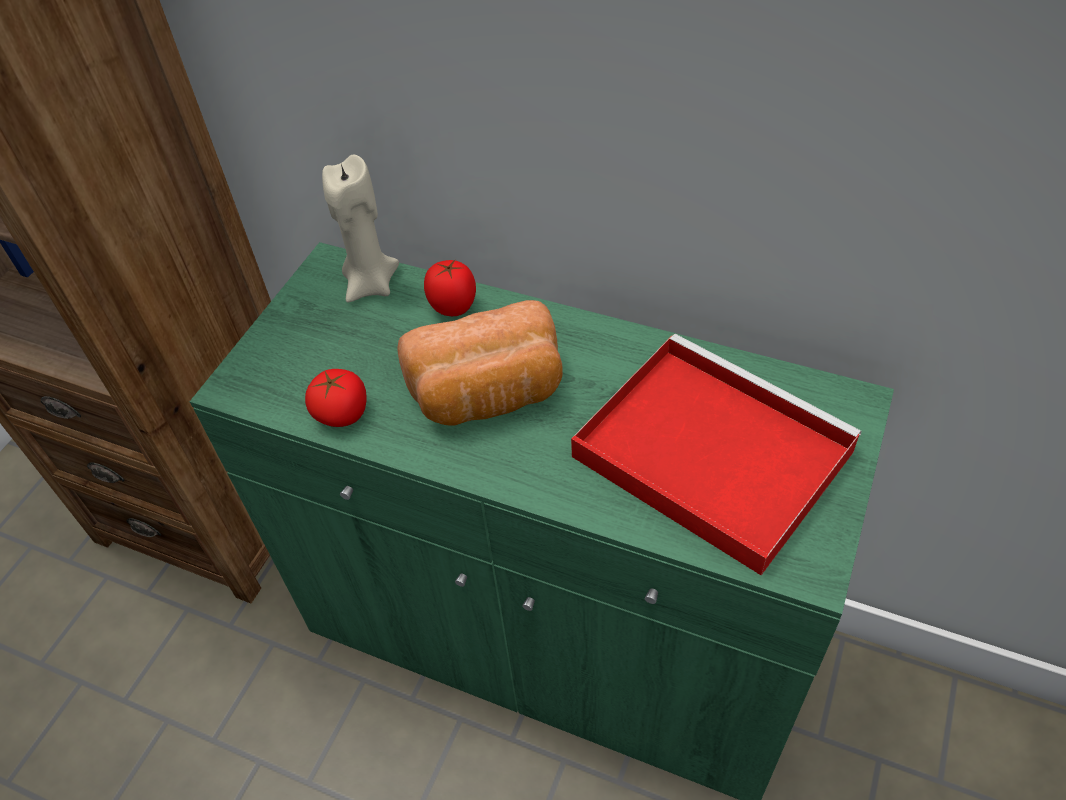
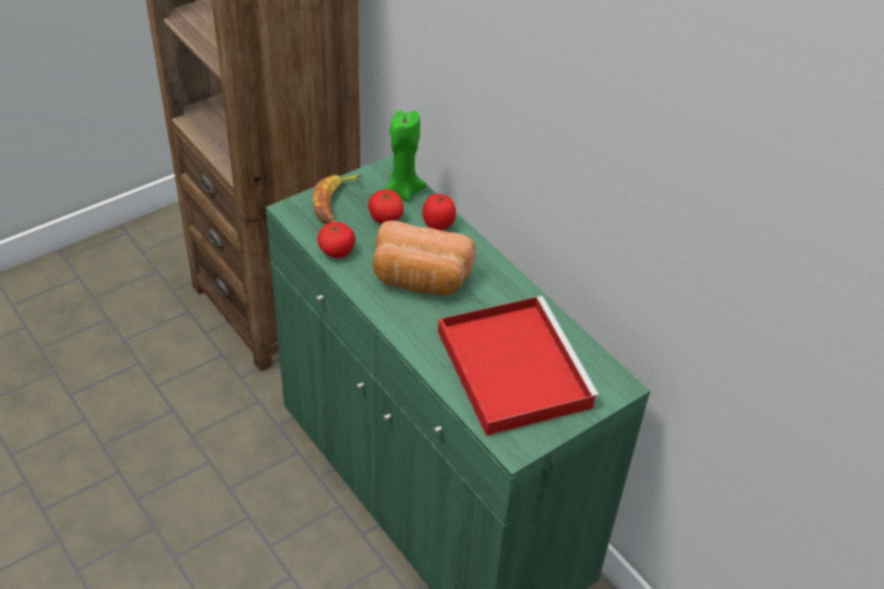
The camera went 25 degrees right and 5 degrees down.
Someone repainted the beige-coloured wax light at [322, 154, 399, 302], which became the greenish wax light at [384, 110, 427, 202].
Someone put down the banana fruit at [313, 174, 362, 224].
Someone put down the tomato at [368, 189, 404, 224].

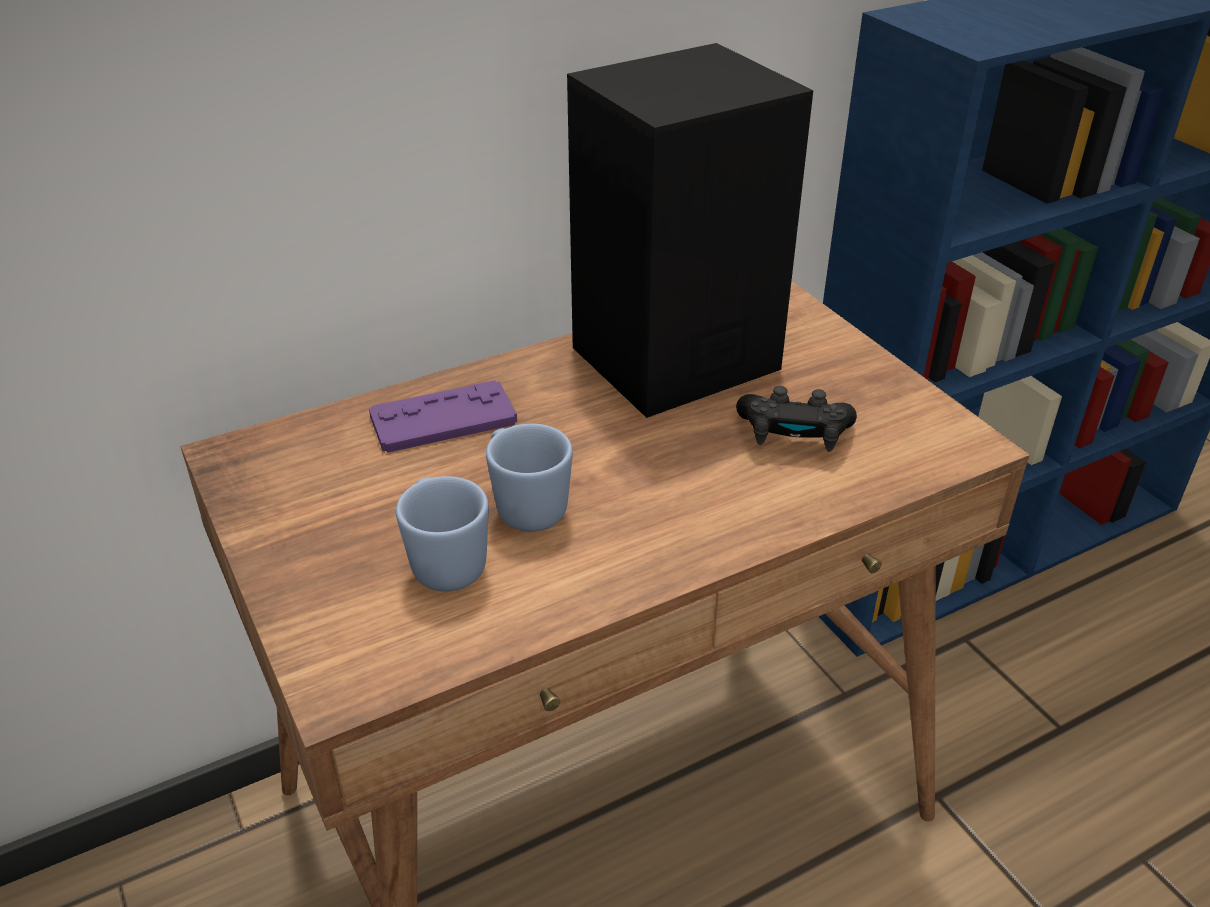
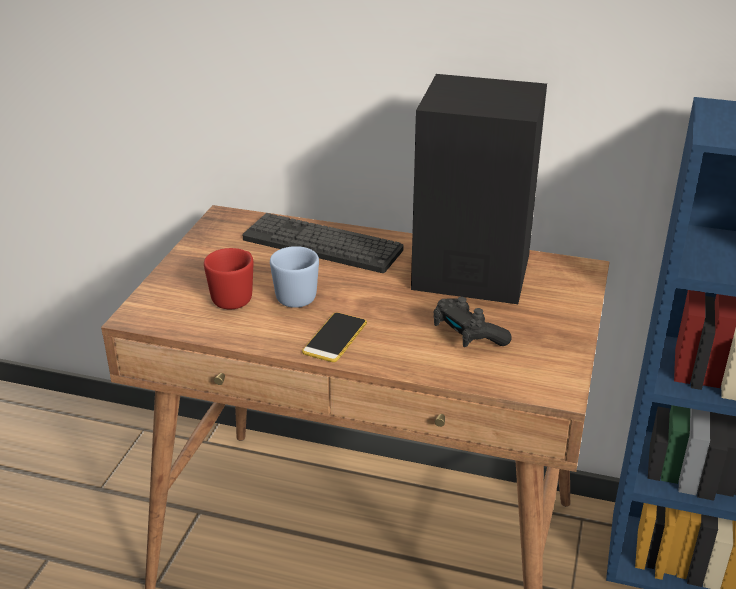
The camera went 45 degrees right and 5 degrees down.
Someone swapped the purple-coloured joypad at [369, 380, 517, 453] for the computer keyboard at [242, 213, 403, 273].
Someone repainted the blue coffee mug at [396, 476, 489, 592], which became the red coffee mug at [204, 248, 253, 309].
Someone put down the phone at [302, 312, 367, 362].

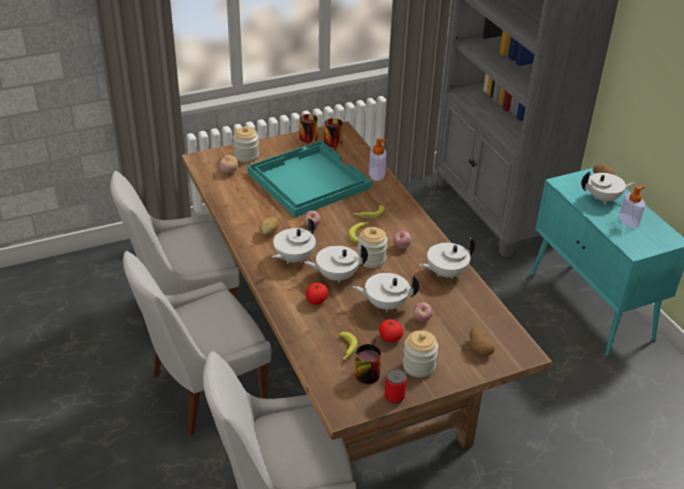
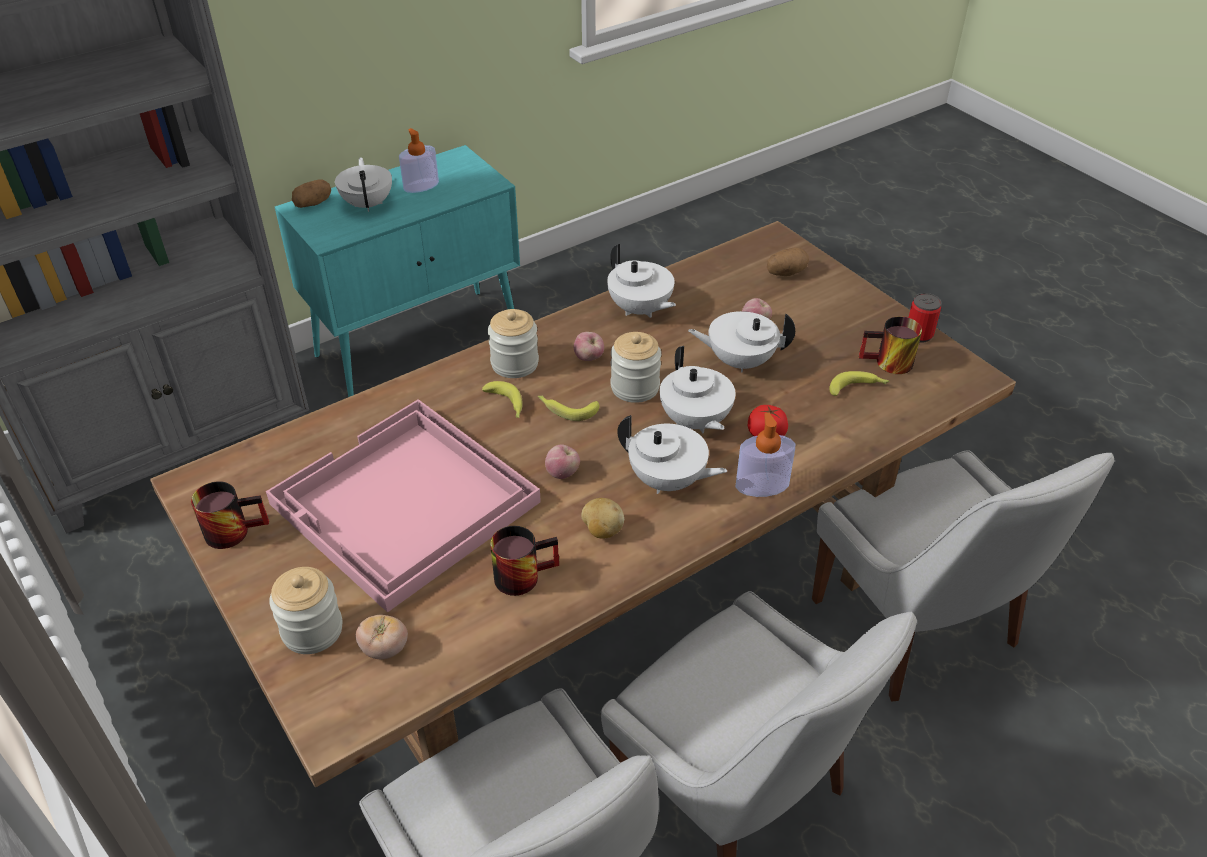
The camera went 100 degrees left and 5 degrees up.
Someone repainted the turquoise-coloured serving tray at [247, 141, 372, 217], which became the pink-coloured serving tray at [266, 399, 541, 613].
Someone carried the coffee mug from [324, 118, 343, 150] to [490, 526, 559, 596].
Someone rotated the white pot for tea at [352, 273, 419, 312] by 105 degrees clockwise.
Someone carried the liquid soap bottle from [369, 139, 387, 181] to [736, 413, 795, 497].
Someone took away the tomato at [379, 319, 403, 343].
Someone carried the jar from [403, 330, 438, 378] to [488, 309, 539, 378].

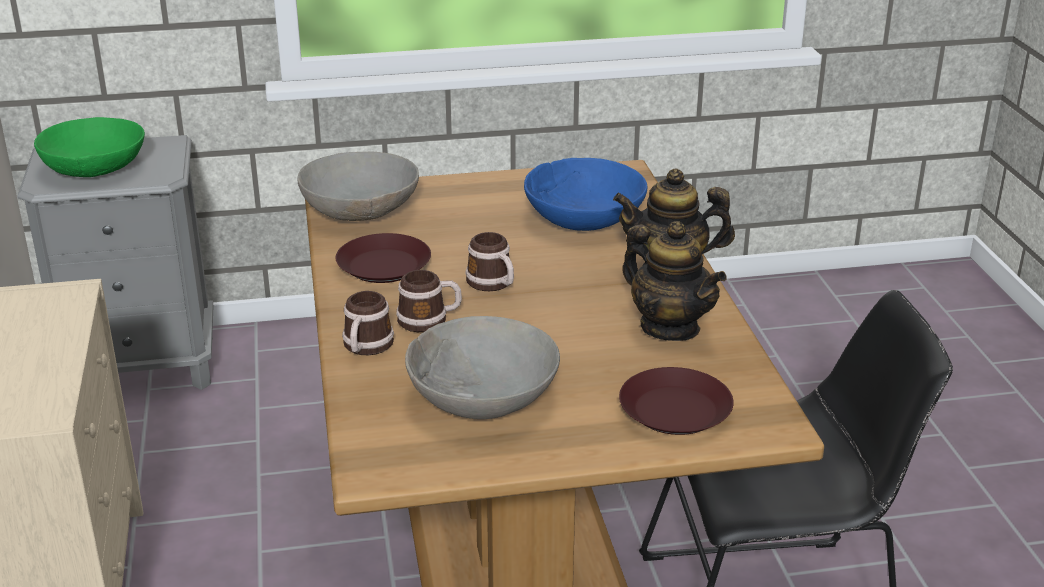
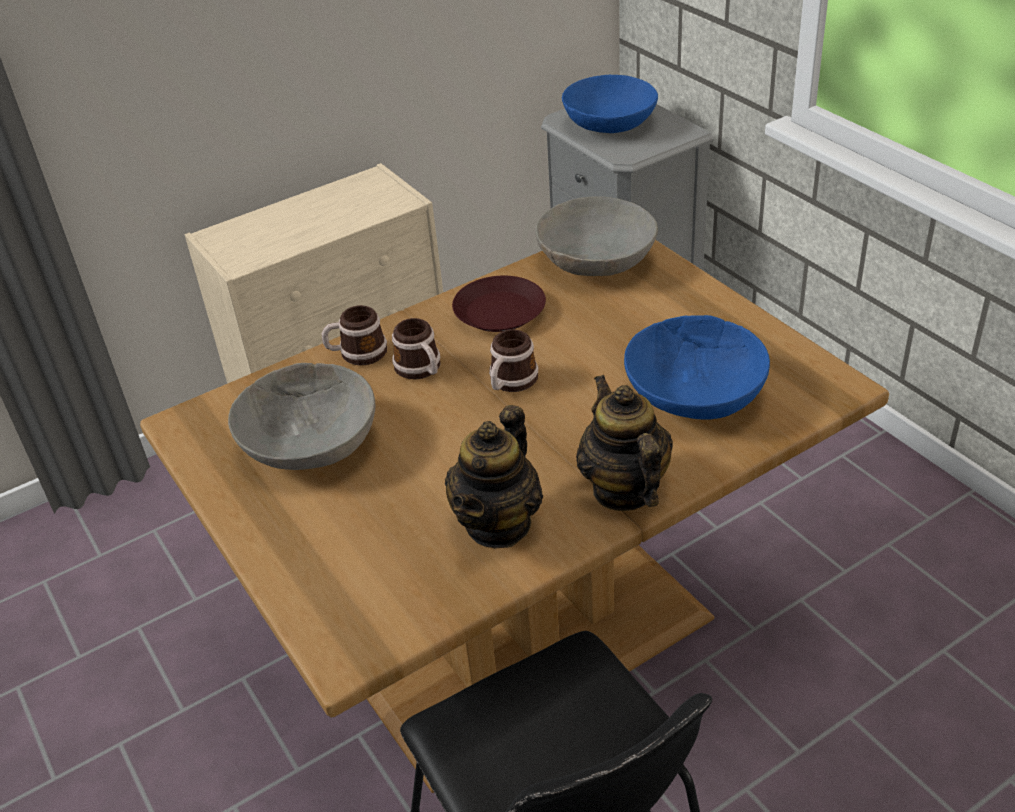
The camera went 70 degrees right and 10 degrees up.
Someone repainted the greenish bowl at [34, 117, 145, 177], which became the blue bowl at [562, 75, 658, 133].
Someone took away the brown dinner plate at [619, 367, 734, 435].

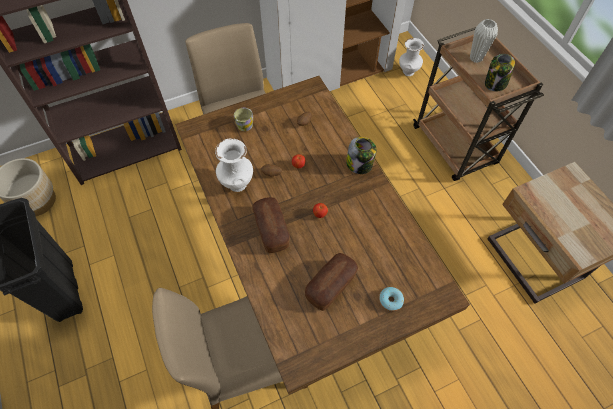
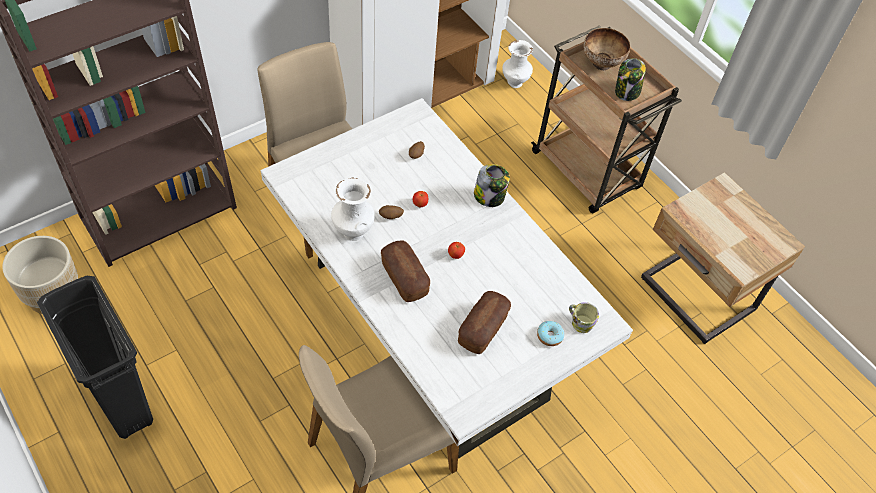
The camera went 15 degrees left and 5 degrees down.
Someone repainted the brown dinner table at [175, 76, 470, 395], which became the white dinner table at [261, 98, 633, 459].
Someone carried the coffee mug from [234, 108, 253, 131] to [569, 302, 599, 333].
Someone swapped the white flower vase at [470, 19, 498, 63] for the bowl at [583, 28, 630, 70].

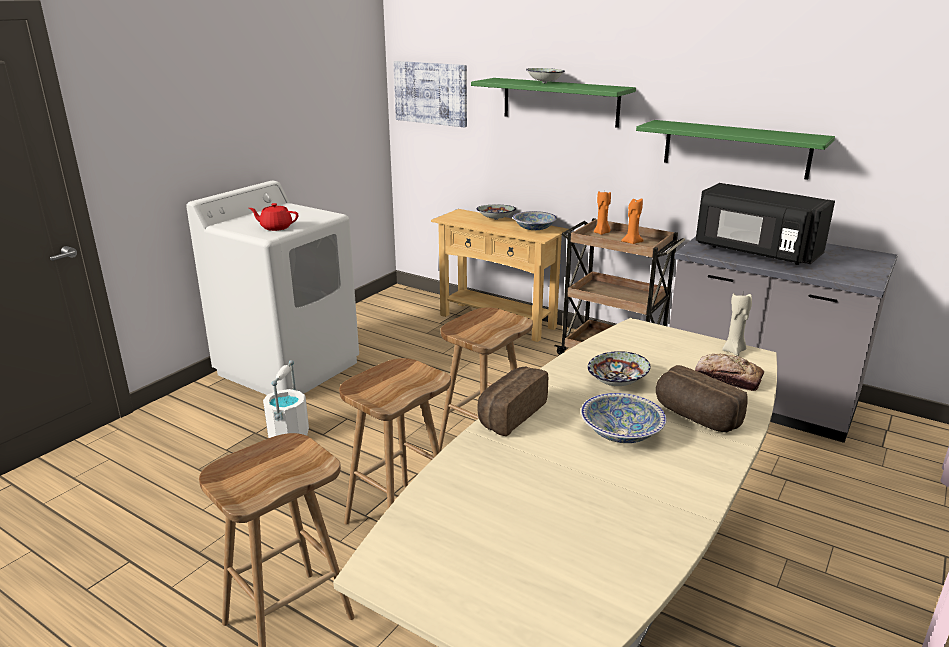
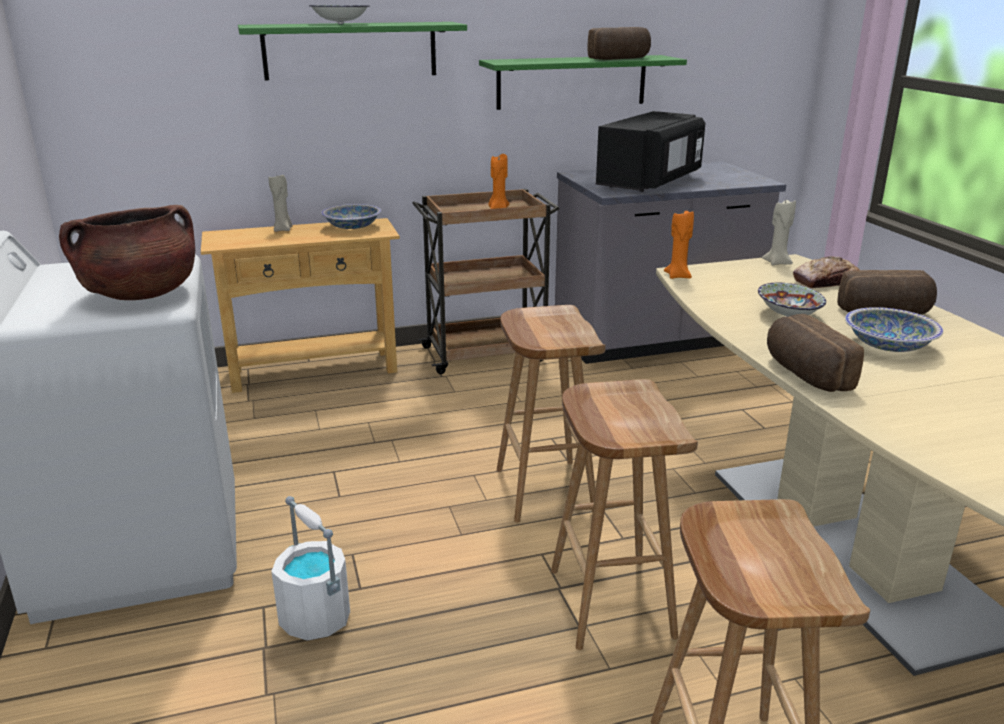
The camera went 50 degrees left and 0 degrees up.
Someone swapped the red pot for tea at [249, 203, 298, 231] for the brown stockpot at [59, 205, 195, 300].
Someone took away the wall picture at [393, 61, 467, 127].
Someone swapped the bowl at [477, 205, 516, 220] for the beige-coloured wax light at [268, 175, 293, 232].
Someone carried the orangey wax light from [594, 191, 611, 235] to [664, 210, 694, 279].
Someone rotated the black-coloured microwave at [696, 183, 835, 265] by 45 degrees counterclockwise.
Someone put down the bakery bread at [587, 27, 651, 60].

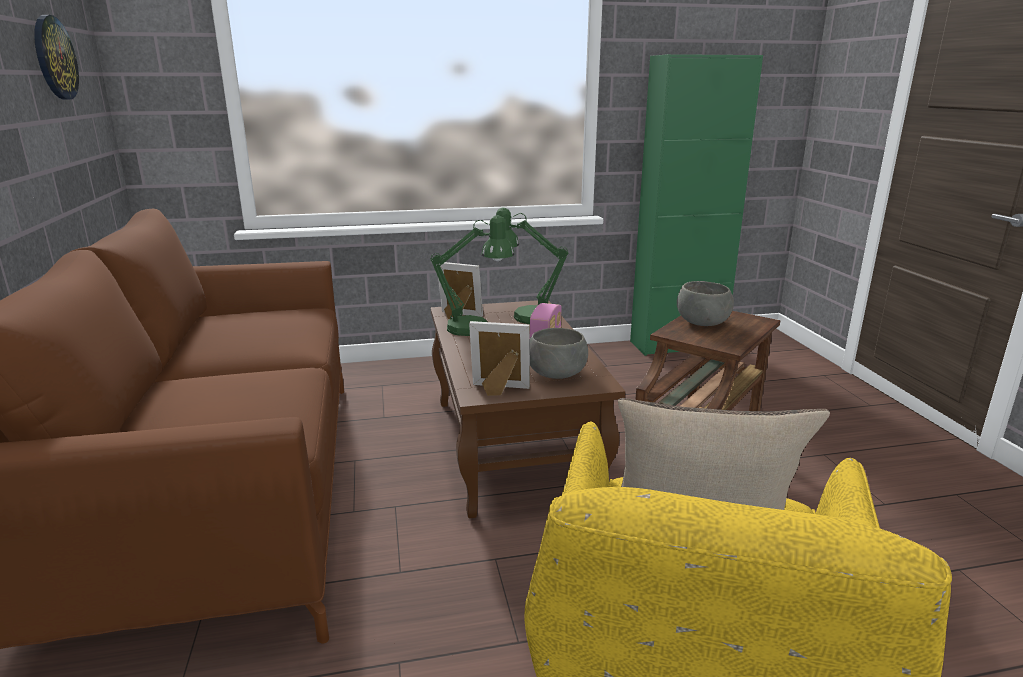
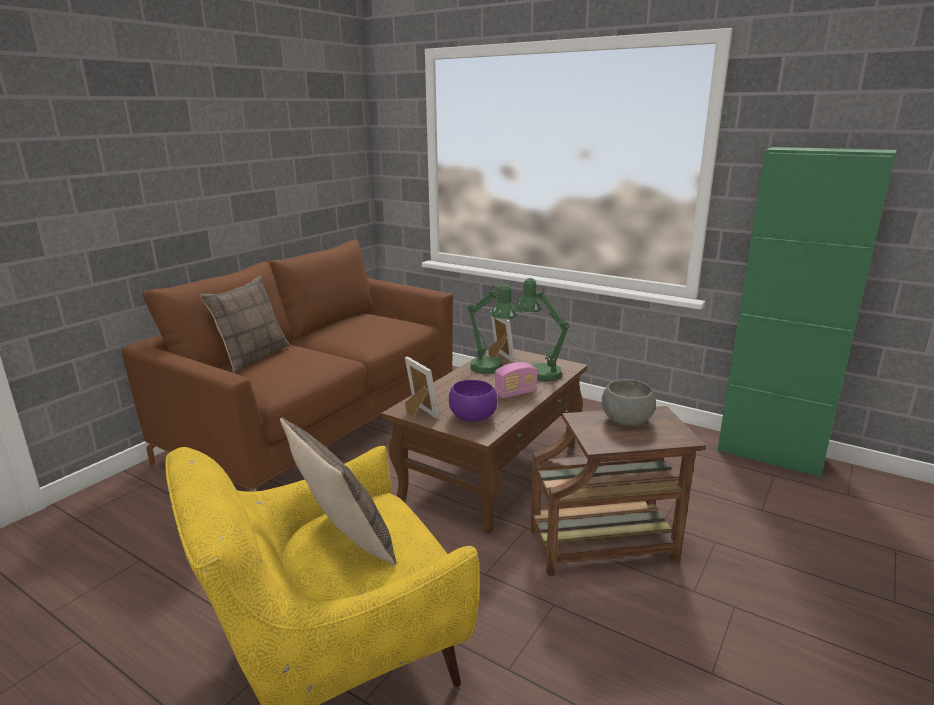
The camera went 45 degrees right and 0 degrees up.
Someone took away the hanging clock at [34, 15, 79, 100].
Someone repainted the greyish bowl at [529, 328, 588, 379], which became the purple-coloured bowl at [449, 380, 498, 422].
Someone put down the pillow at [200, 275, 290, 373].

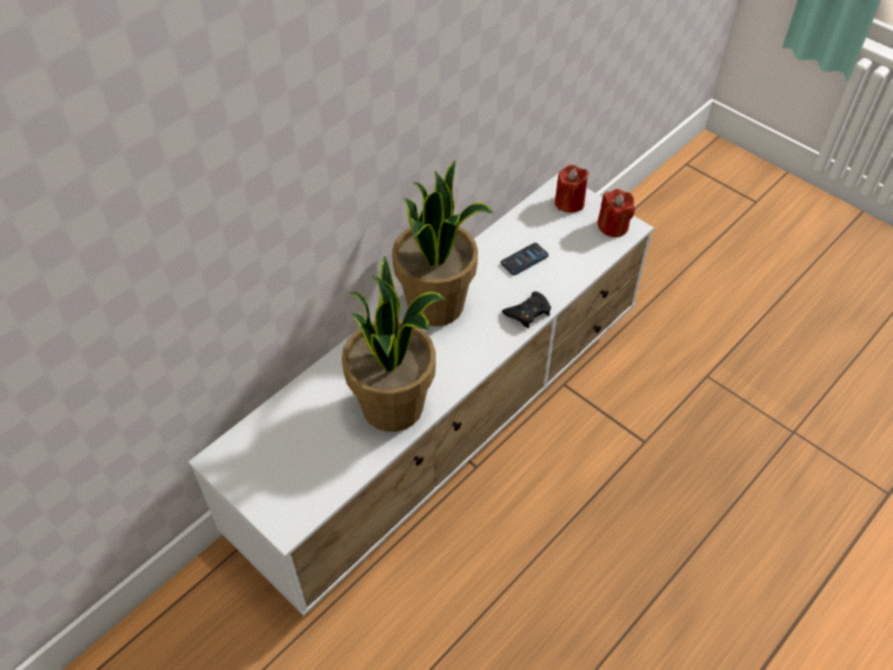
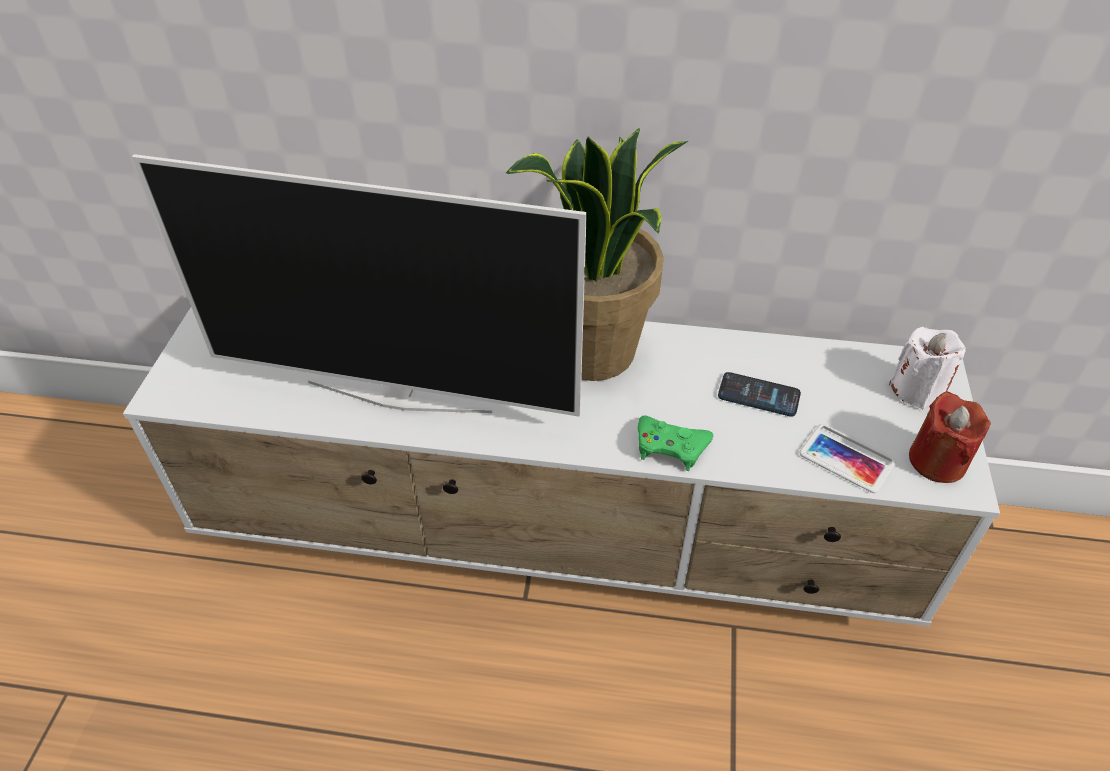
The camera went 55 degrees right and 5 degrees down.
Someone swapped the plant in a pot at [342, 256, 446, 432] for the TV at [132, 154, 587, 417].
Someone repainted the black-coloured joypad at [502, 291, 551, 328], which became the greenish joypad at [638, 415, 713, 471].
Someone repainted the red wax light at [555, 165, 589, 213], which became the white wax light at [889, 327, 966, 410].
Someone put down the phone at [800, 424, 896, 493].

